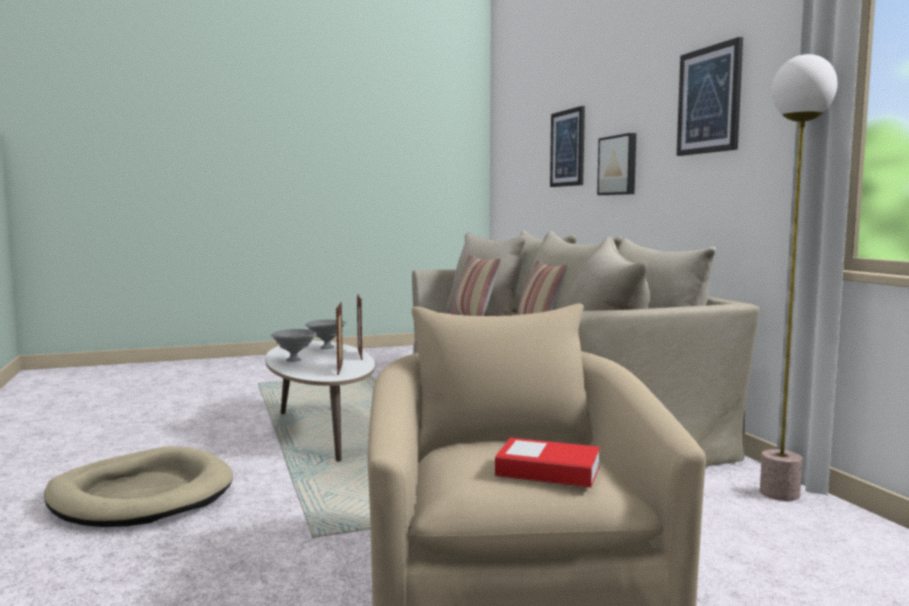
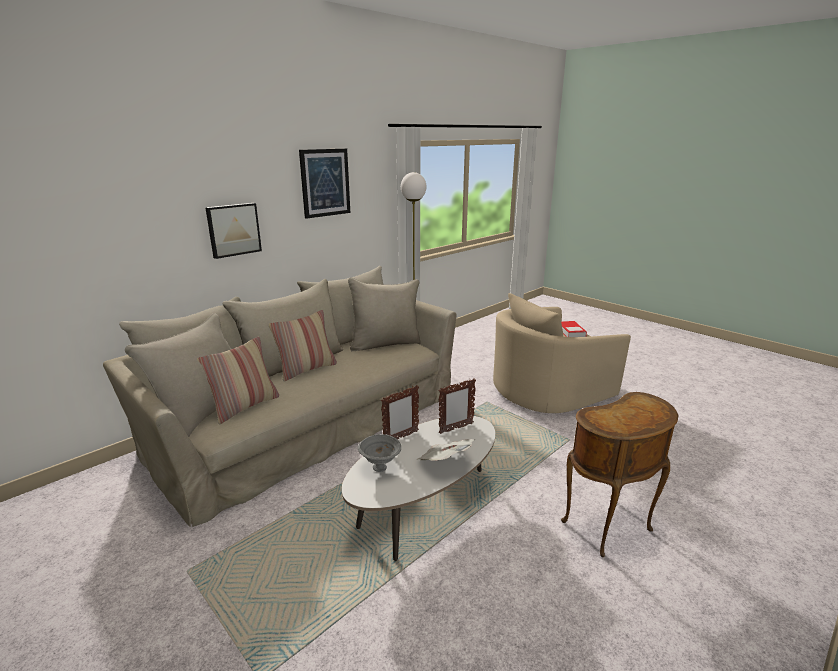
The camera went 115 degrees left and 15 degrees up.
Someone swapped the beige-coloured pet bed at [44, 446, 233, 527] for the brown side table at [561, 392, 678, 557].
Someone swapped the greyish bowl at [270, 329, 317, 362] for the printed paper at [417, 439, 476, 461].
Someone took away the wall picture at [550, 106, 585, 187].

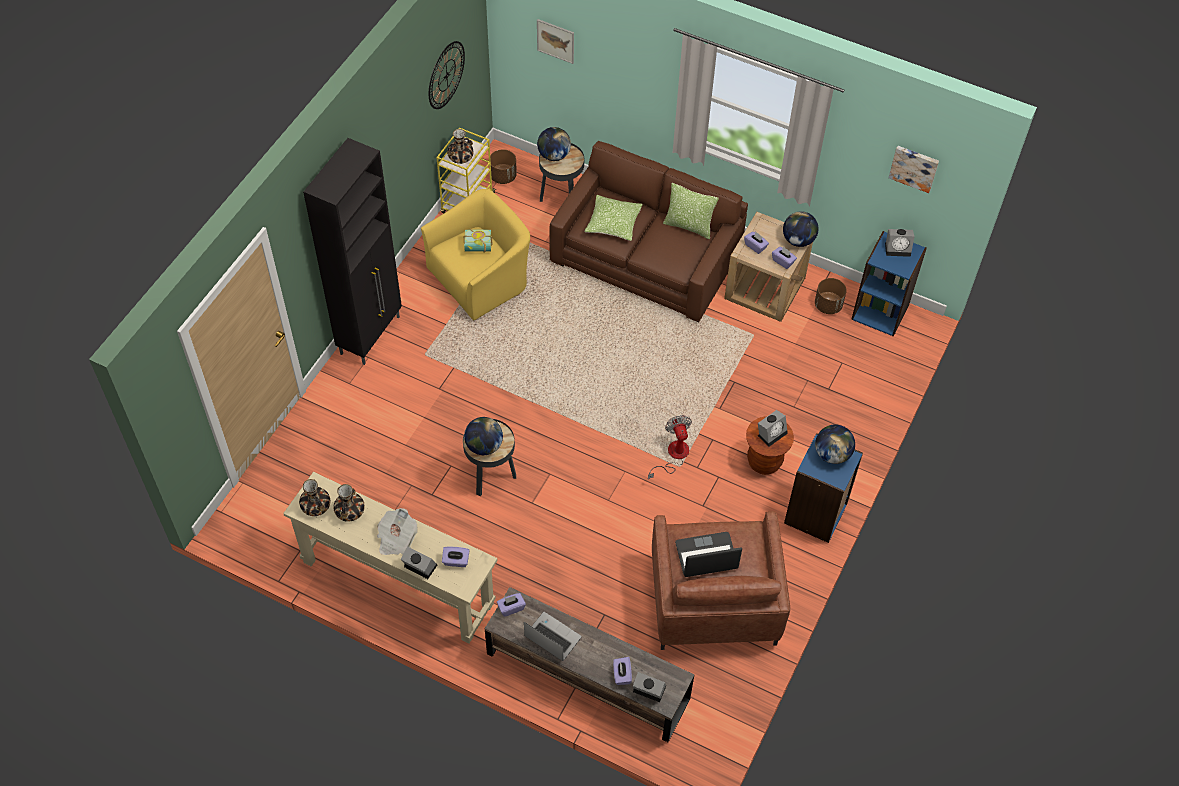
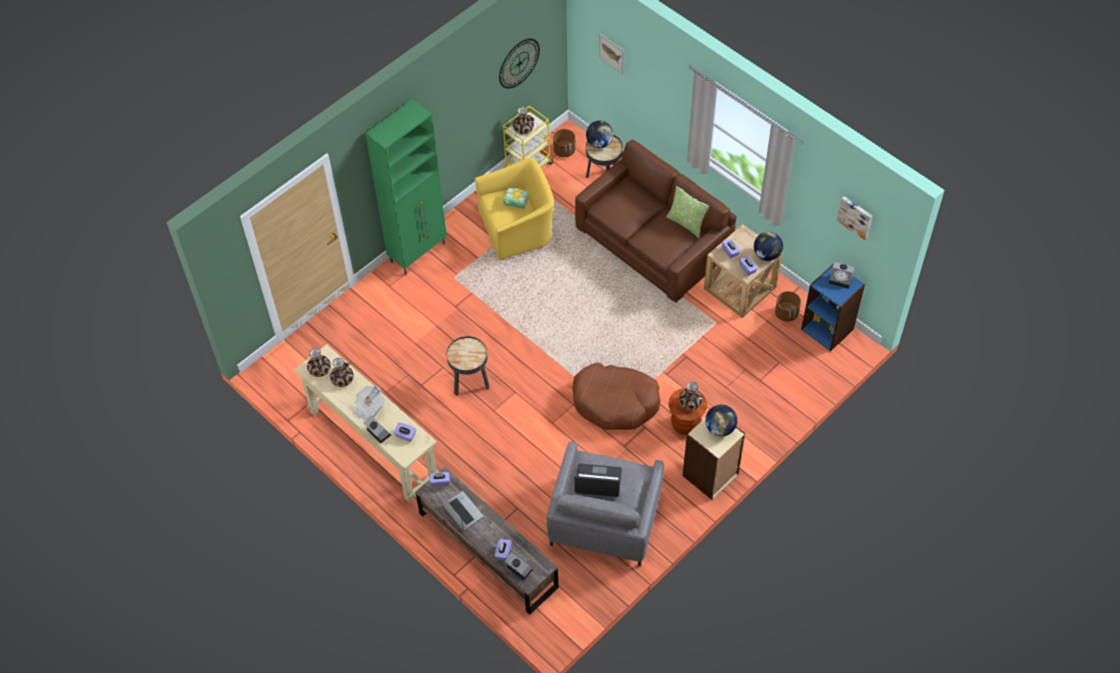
The camera went 20 degrees right and 0 degrees up.
Someone repainted the black-coloured cabinet at [303, 138, 402, 365], which became the greenish cabinet at [365, 99, 447, 275].
Someone took away the globe at [464, 417, 503, 455].
Someone took away the pillow at [585, 195, 643, 241].
Someone swapped the cooling fan at [648, 415, 692, 479] for the brown pet bed at [572, 362, 661, 430].
Someone repainted the brown easy chair at [652, 511, 790, 650], which became the greyish easy chair at [547, 441, 664, 566].
Someone swapped the alarm clock at [758, 410, 788, 447] for the flower vase at [679, 382, 702, 410].
Someone repainted the blue bookcase at [784, 433, 863, 543], which became the beige-coloured bookcase at [683, 419, 745, 500].

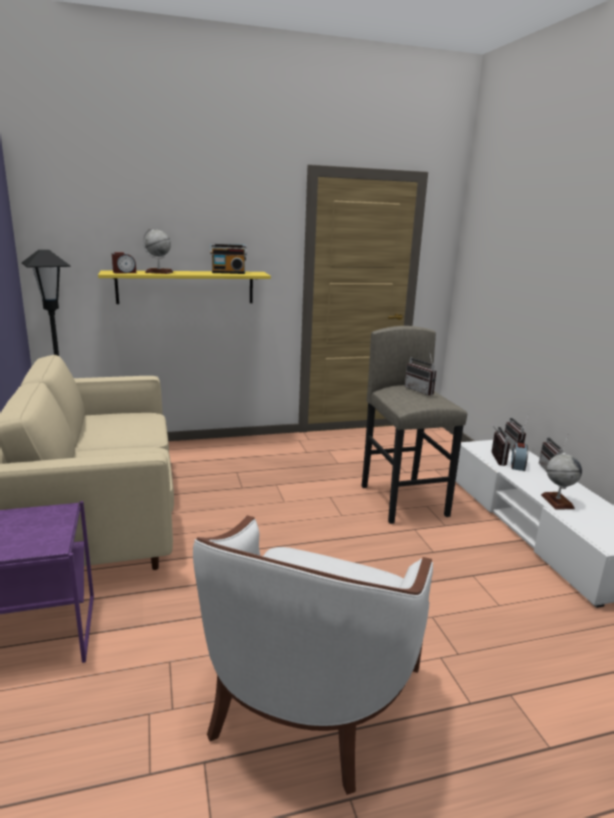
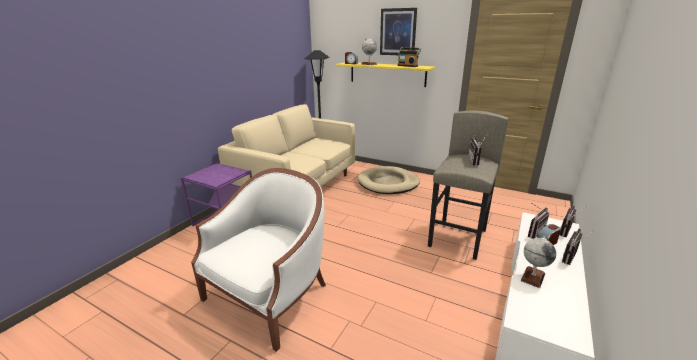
The camera went 45 degrees right and 5 degrees up.
Someone rotated the white easy chair at [193, 515, 433, 795] by 150 degrees clockwise.
Someone put down the beige-coloured pet bed at [358, 166, 420, 194].
Someone put up the wall picture at [380, 8, 417, 55].

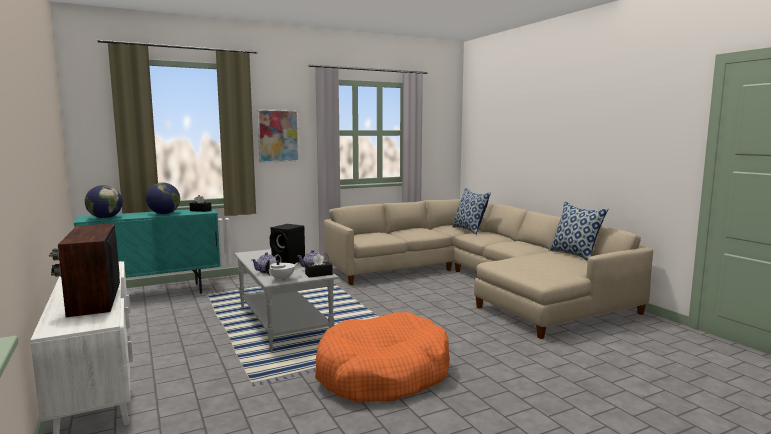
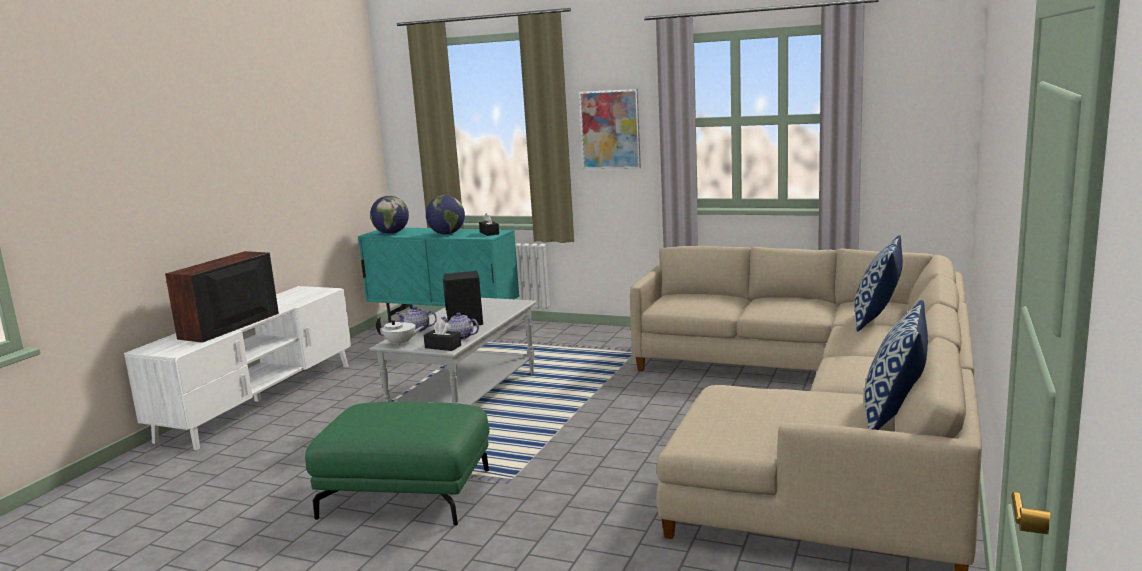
The camera went 50 degrees right and 5 degrees up.
Someone swapped the orangey pet bed at [315, 312, 450, 403] for the greenish ottoman at [305, 402, 490, 526].

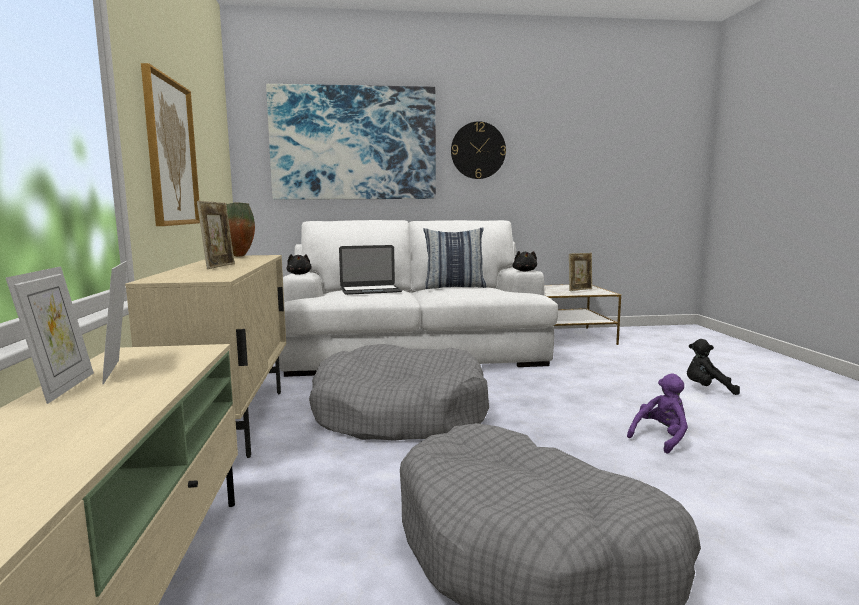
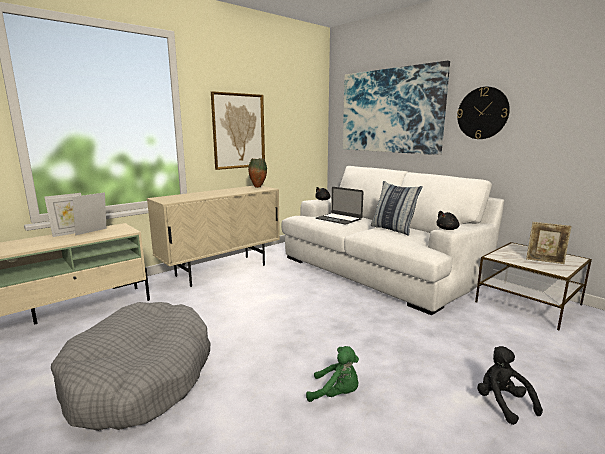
The camera went 55 degrees right and 5 degrees up.
Someone took away the photo frame at [197, 201, 235, 269].
Someone took away the greyish pet bed at [309, 344, 489, 441].
Someone repainted the purple-coloured plush toy at [627, 373, 688, 453], which became the greenish plush toy at [306, 346, 359, 402].

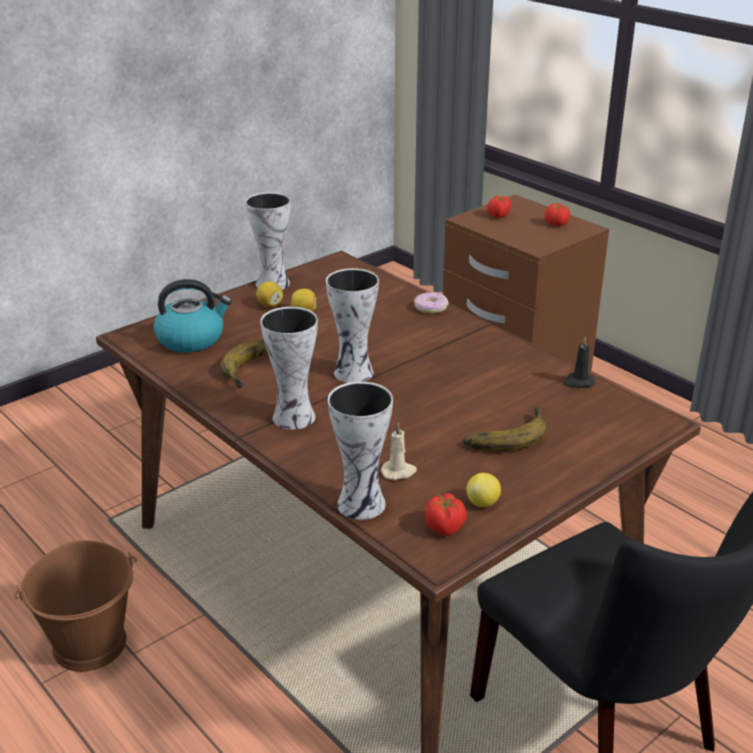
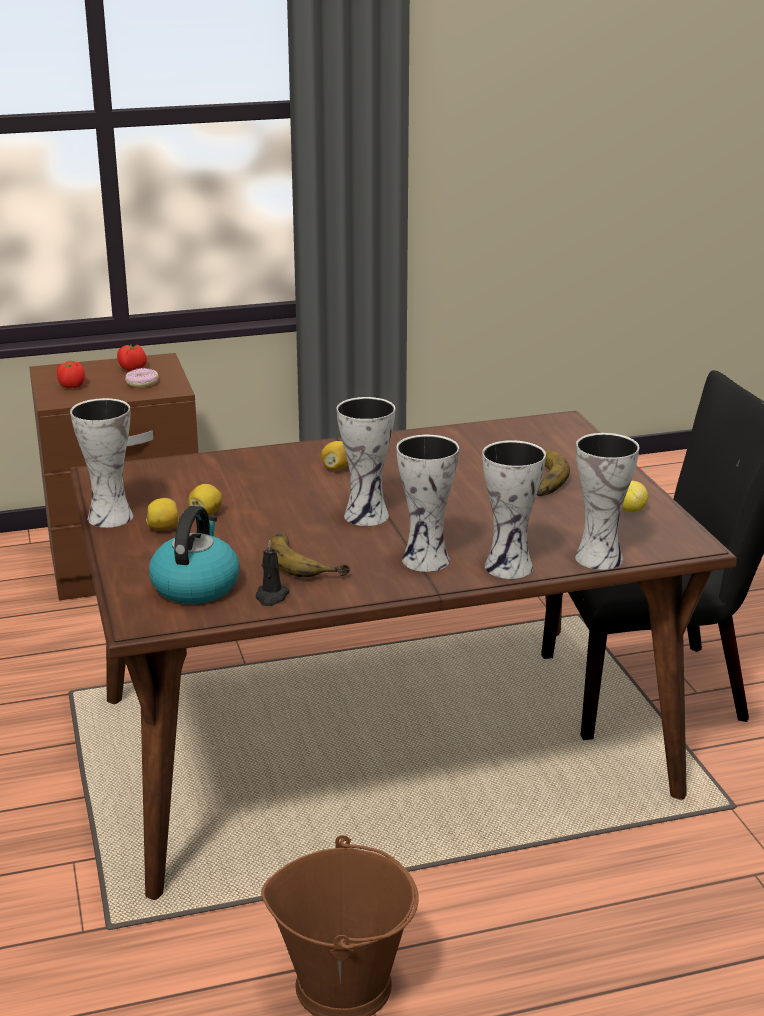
The camera went 65 degrees left and 5 degrees down.
Someone took away the beige-coloured wax light at [381, 423, 417, 480].
Someone carried the donut from [414, 292, 448, 313] to [125, 368, 159, 388].
Someone took away the tomato at [425, 493, 467, 536].
Someone carried the black-coloured wax light from [563, 337, 595, 388] to [256, 539, 290, 606].
Someone put down the citrus fruit at [321, 441, 348, 470].
Someone put down the flower vase at [482, 440, 546, 579].

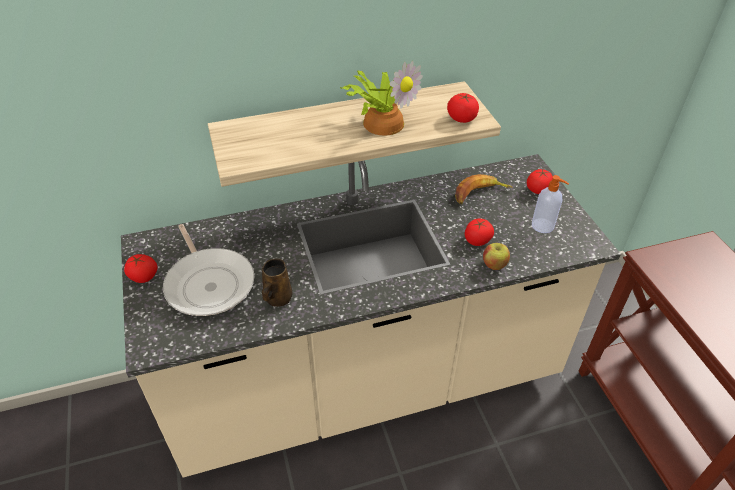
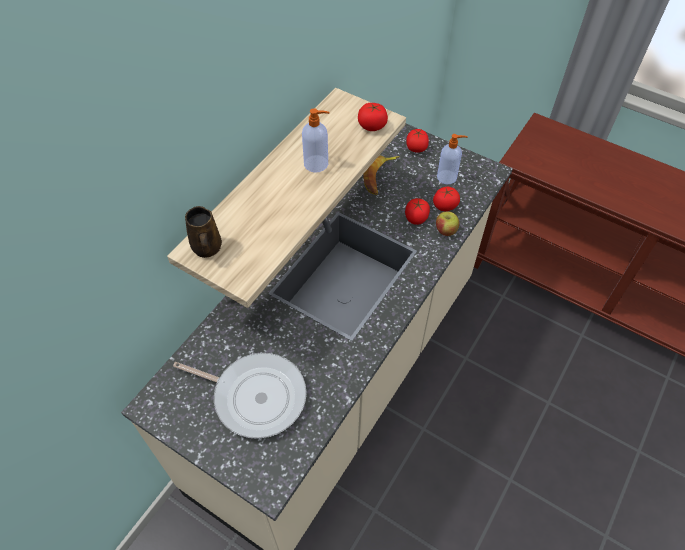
The camera went 40 degrees left and 10 degrees up.
Someone carried the tomato from [124, 254, 158, 283] to [433, 187, 460, 211].
Someone carried the brown coffee mug from [262, 259, 292, 307] to [185, 206, 222, 258].
Someone swapped the plant in a pot at [340, 61, 423, 136] for the liquid soap bottle at [302, 108, 329, 173].

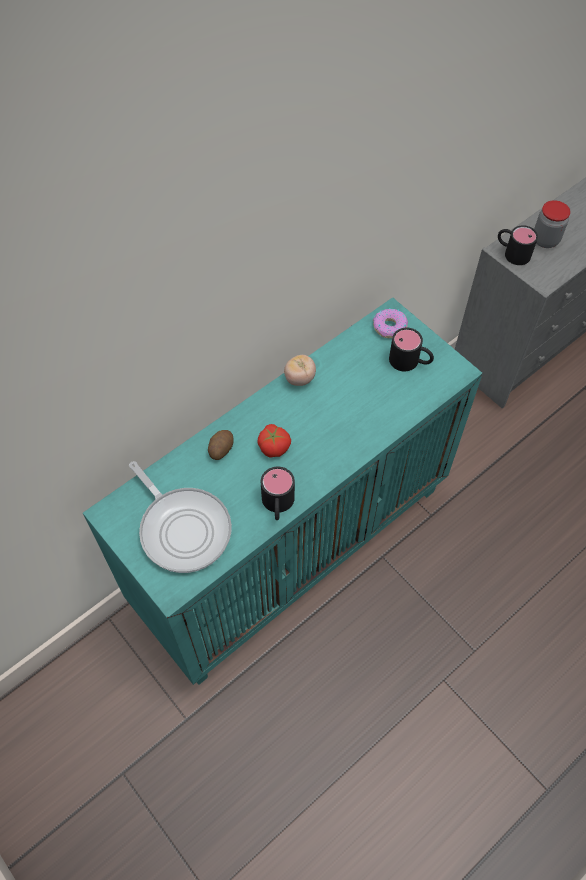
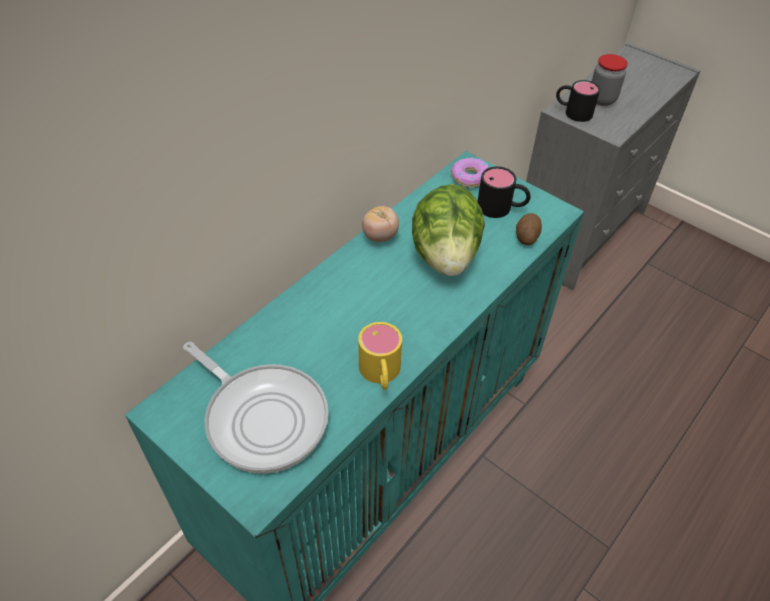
The camera went 10 degrees left and 10 degrees down.
Someone carried the potato from [208, 430, 233, 460] to [516, 213, 542, 245].
Someone took away the tomato at [258, 424, 291, 458].
Someone repainted the black-coloured coffee mug at [261, 467, 295, 520], which became the yellowish coffee mug at [358, 322, 402, 390].
Someone put down the head of lettuce at [412, 184, 485, 276].

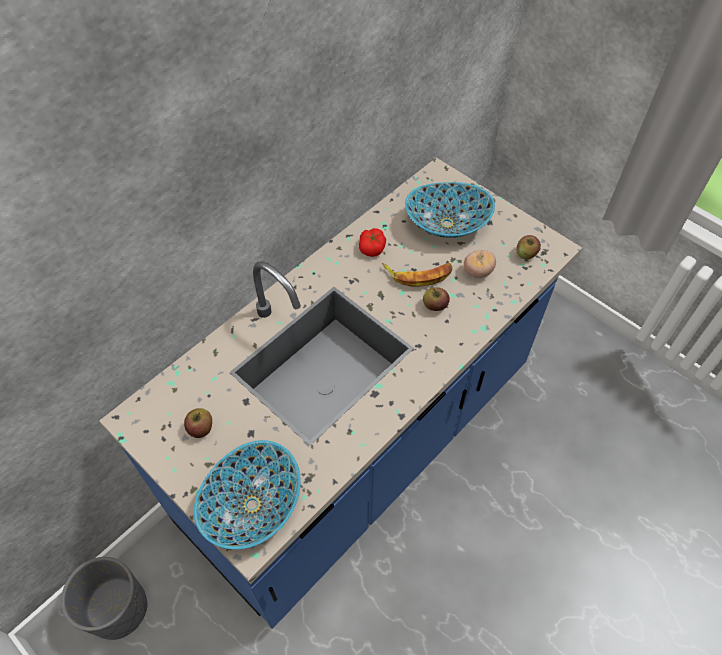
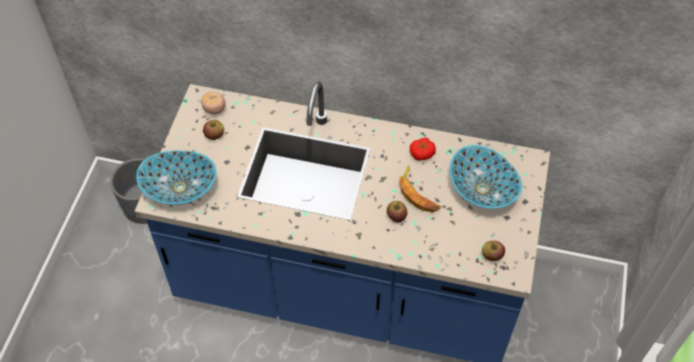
The camera went 60 degrees right and 0 degrees up.
Someone carried the tomato from [464, 250, 496, 278] to [201, 91, 226, 114].

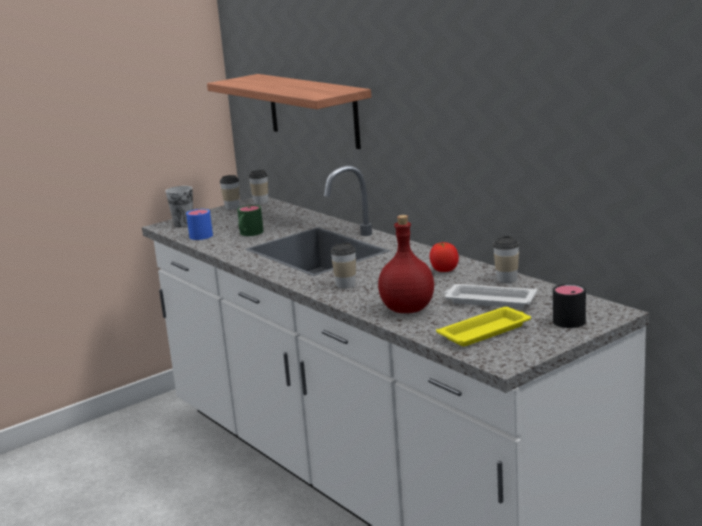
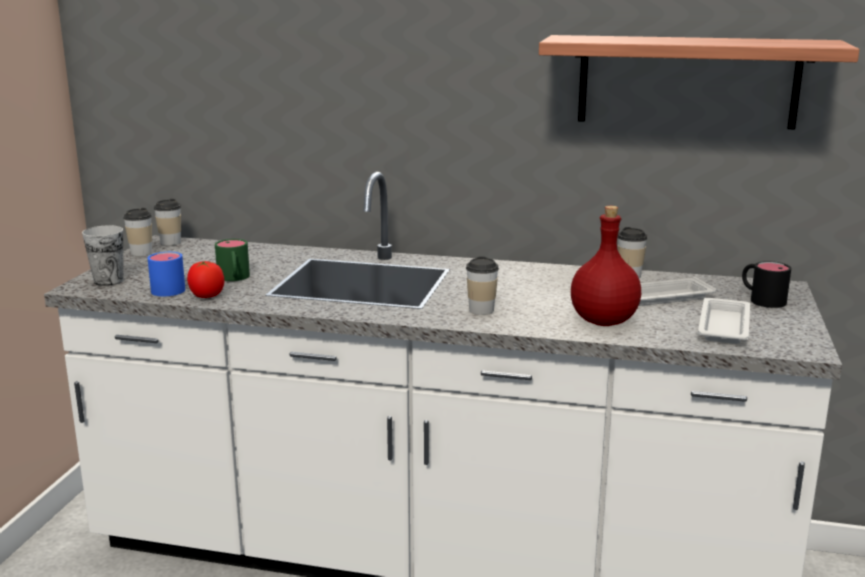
The camera went 40 degrees left and 0 degrees up.
Someone carried the bracket shelf from [207, 74, 371, 149] to [539, 35, 860, 129].
Someone carried the tomato from [429, 242, 459, 272] to [187, 261, 224, 298].
Someone repainted the yellowish serving tray at [436, 307, 531, 346], which became the white serving tray at [698, 298, 750, 344].

